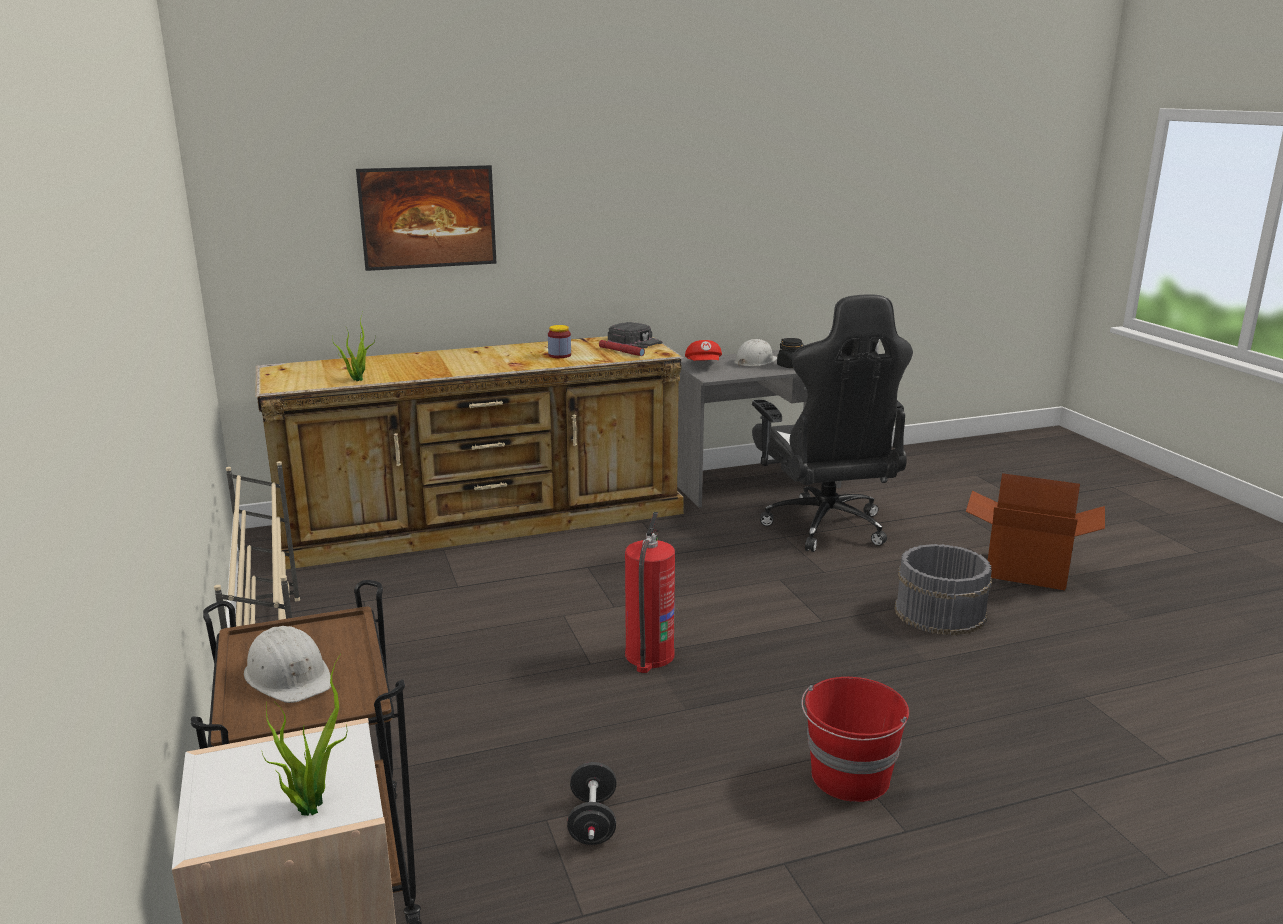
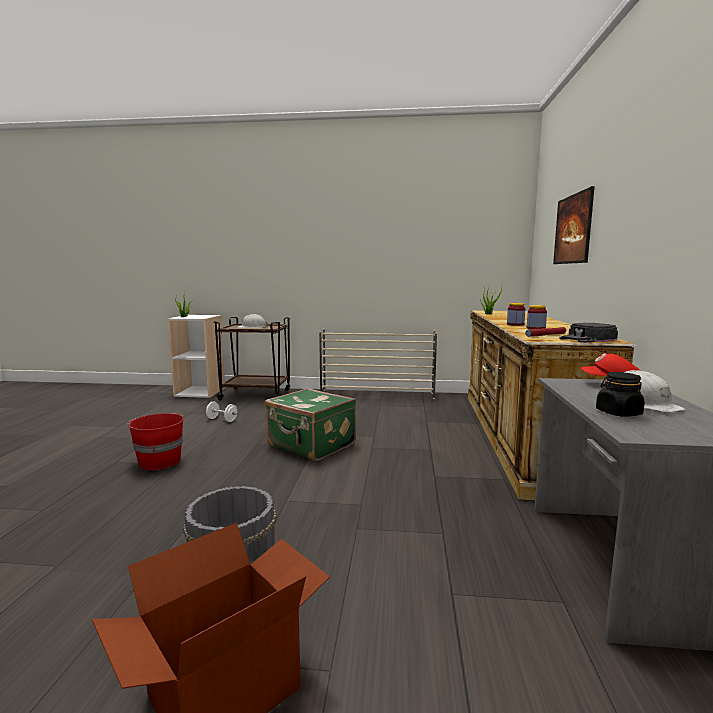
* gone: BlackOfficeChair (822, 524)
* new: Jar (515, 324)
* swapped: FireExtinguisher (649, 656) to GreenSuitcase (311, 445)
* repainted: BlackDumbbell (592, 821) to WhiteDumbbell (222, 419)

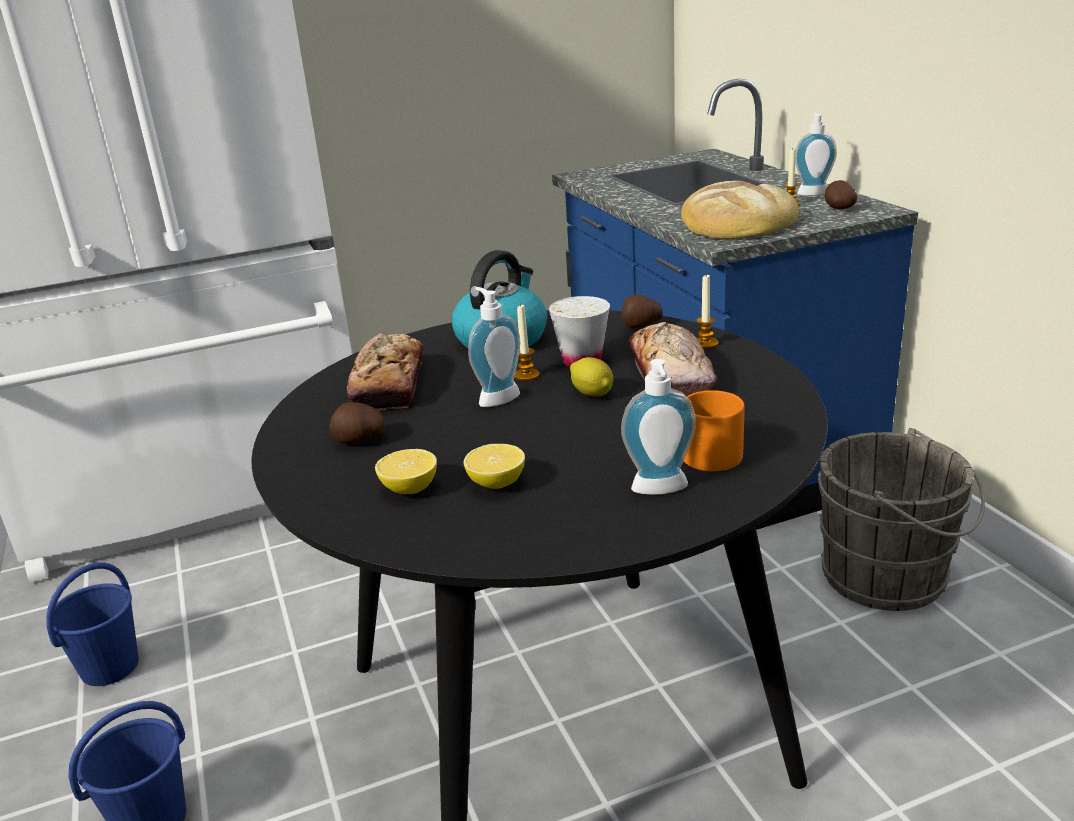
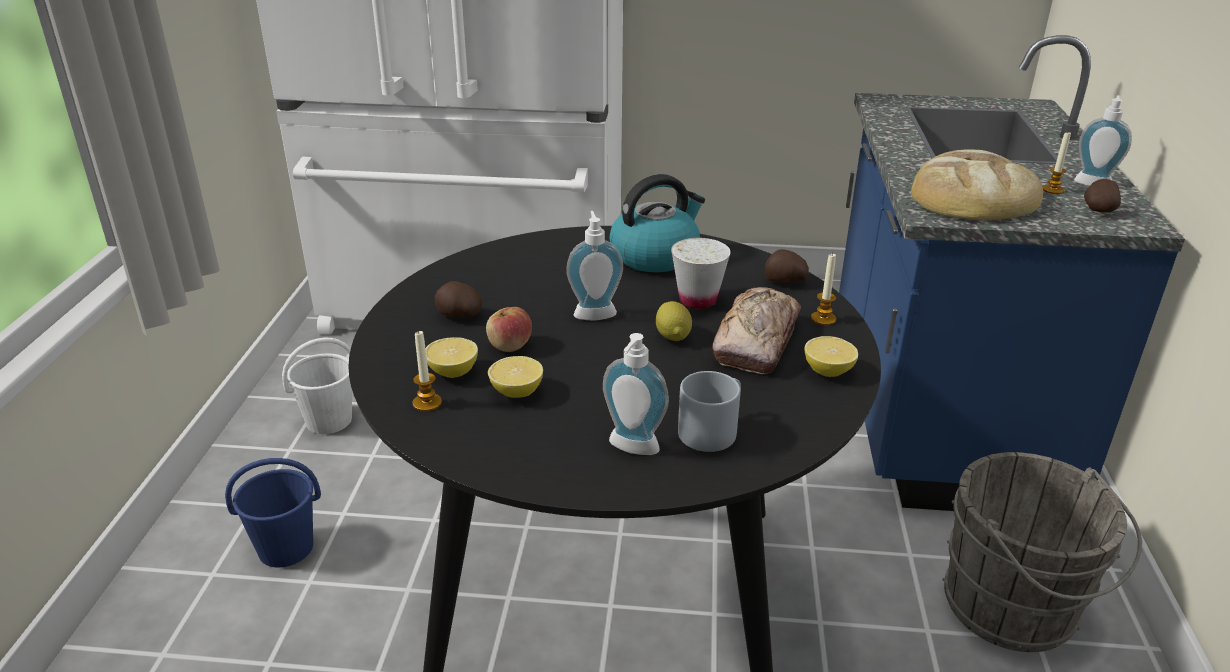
* gone: Bread (389, 385)
* new: Apple (509, 346)
* new: Lemon (828, 371)
* shifted: Candle (526, 375) to (427, 403)
* repainted: BlueBucket (111, 666) to WhiteBucket (330, 420)
* repainted: OrangeMug (711, 451) to GreyMug (712, 428)

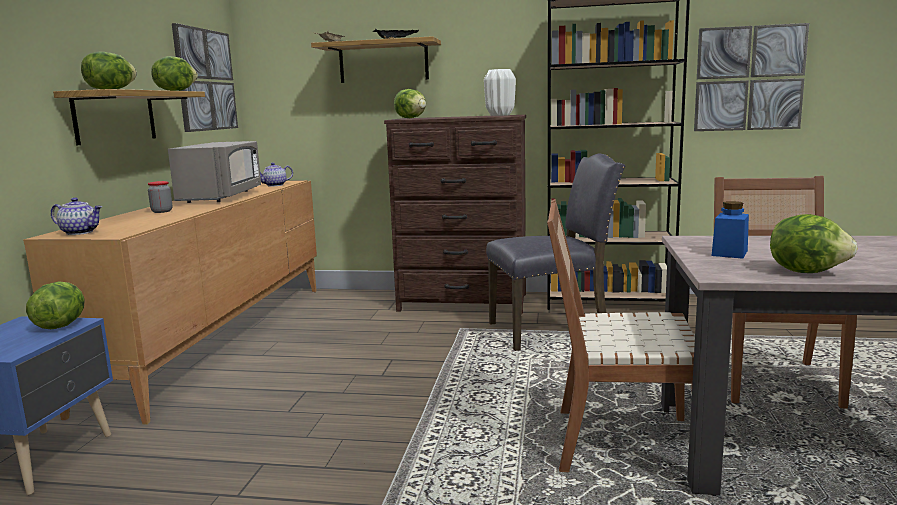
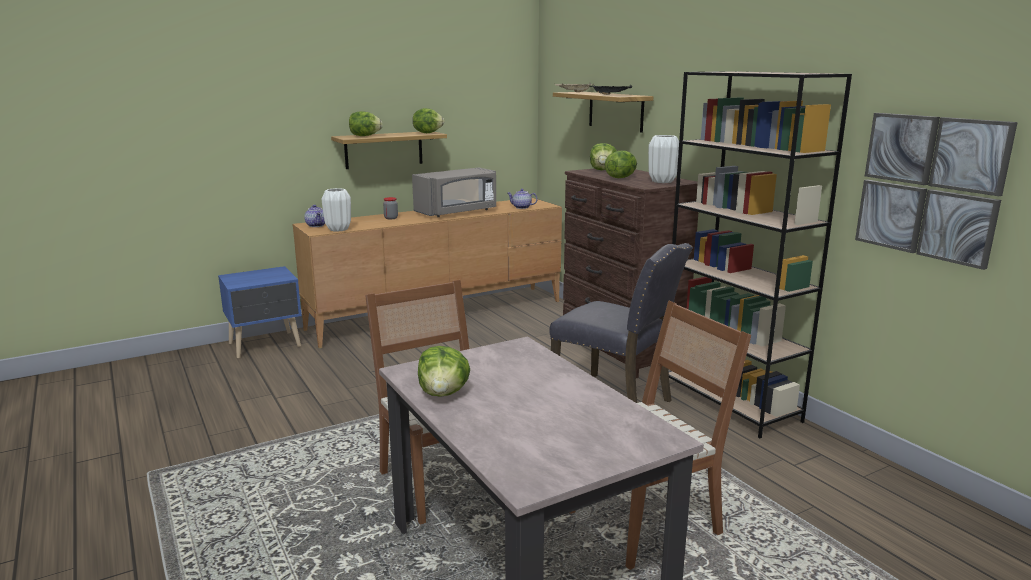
* gone: Picture (205, 80)
* gone: BlueJar (729, 253)
* new: WhiteVase (338, 229)
* shifted: Lettuce (61, 325) to (621, 177)

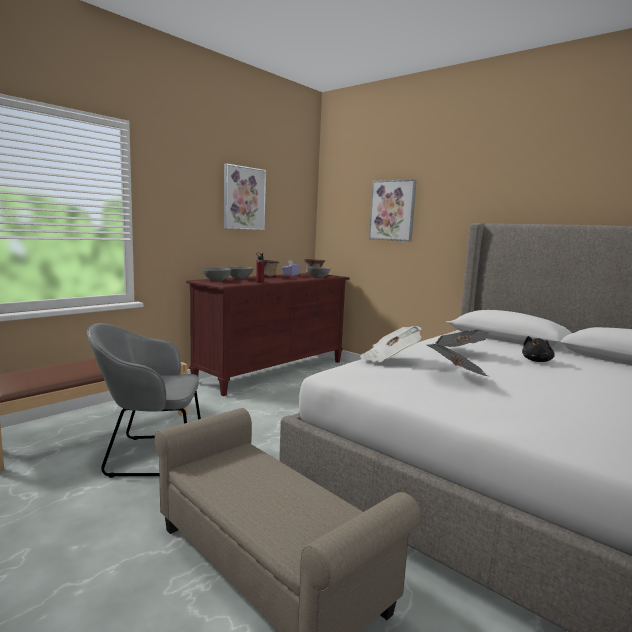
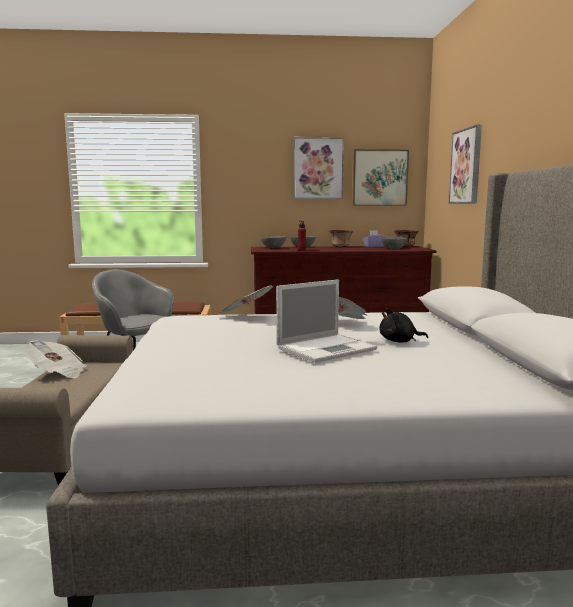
* new: Laptop (327, 348)
* new: Picture (379, 178)
* shifted: Newspaper (457, 377) to (58, 373)

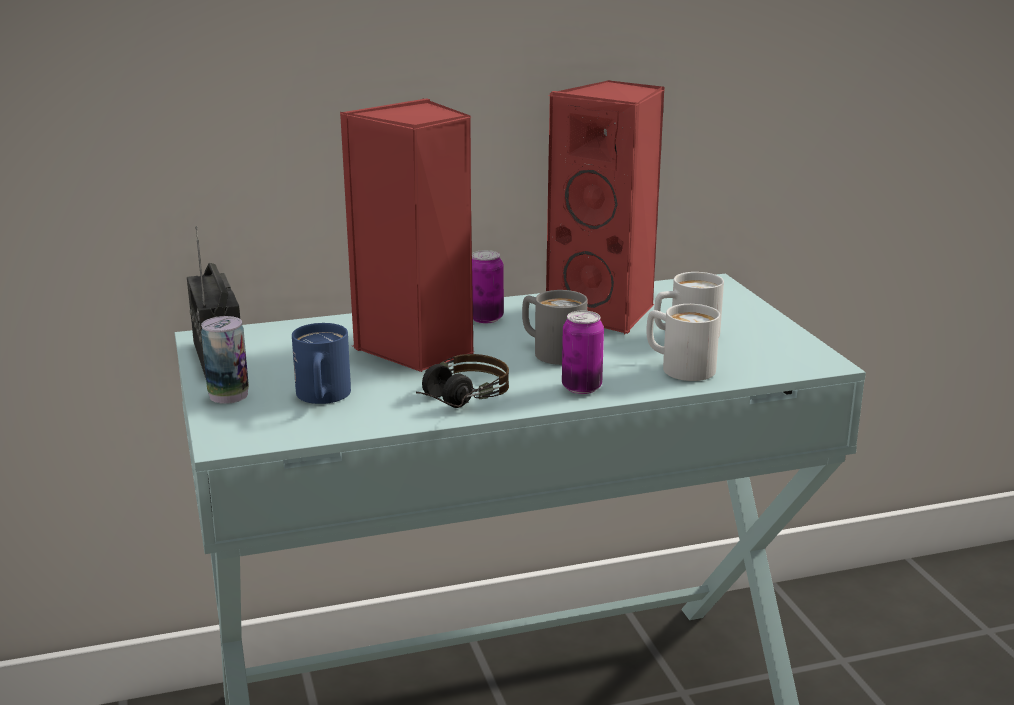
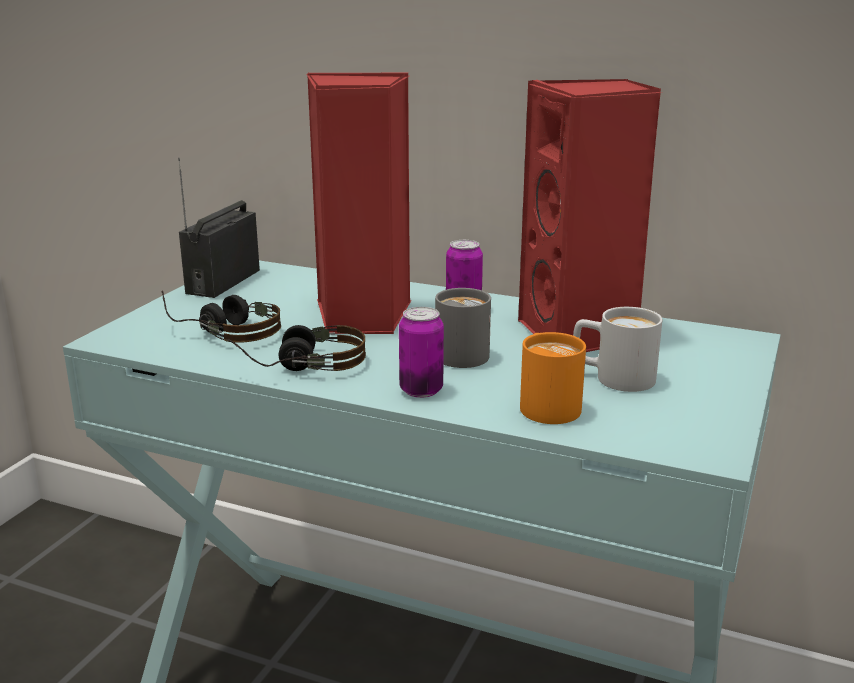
* gone: Can (228, 395)
* swapped: BlueMug (322, 398) to Headphones (223, 330)
* repainted: WhiteMug (678, 367) to OrangeMug (545, 404)

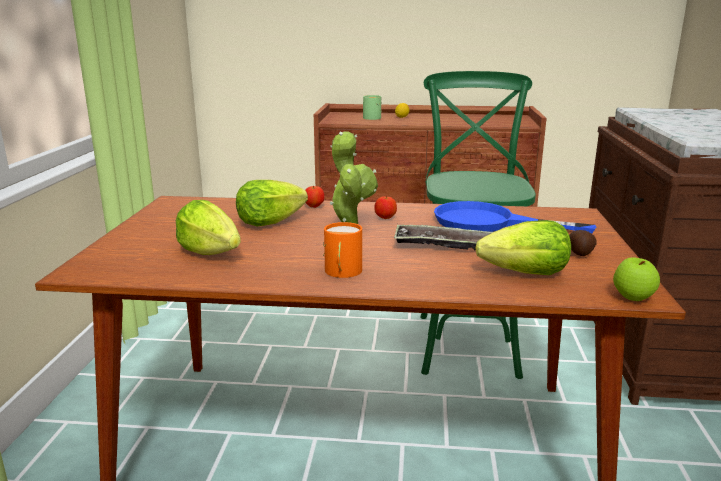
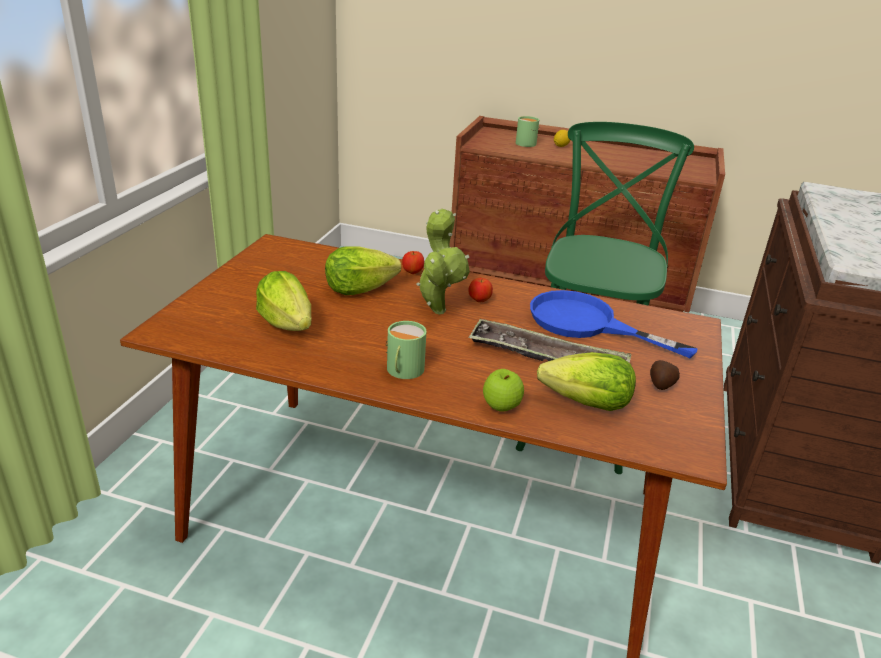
* shifted: Apple (633, 298) to (501, 406)
* repainted: OrangeMug (342, 272) to GreenMug (403, 370)

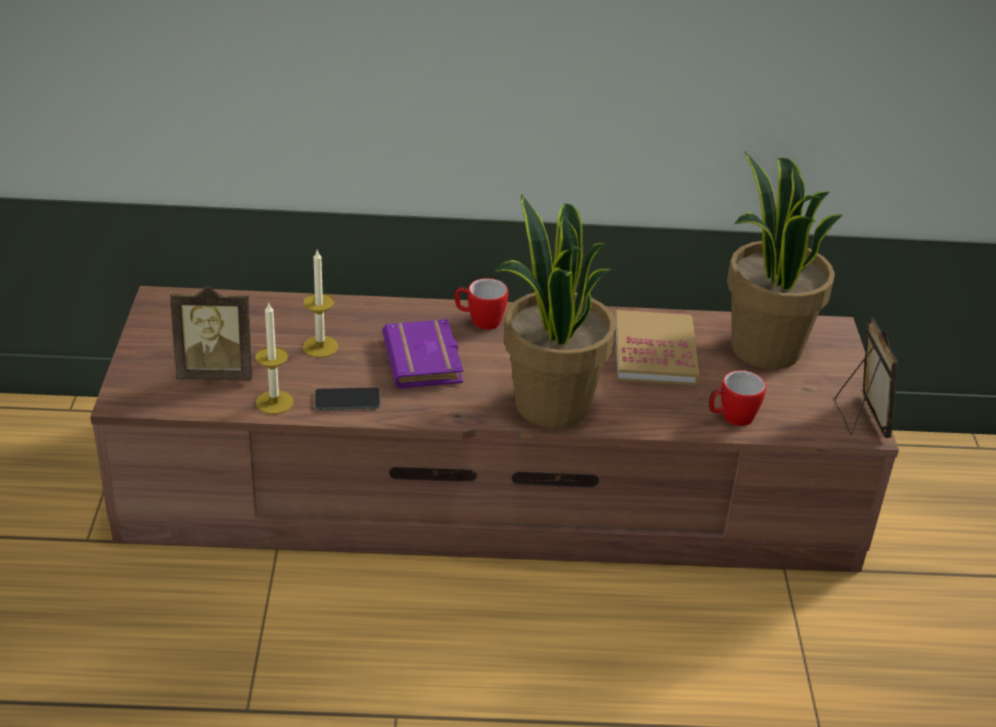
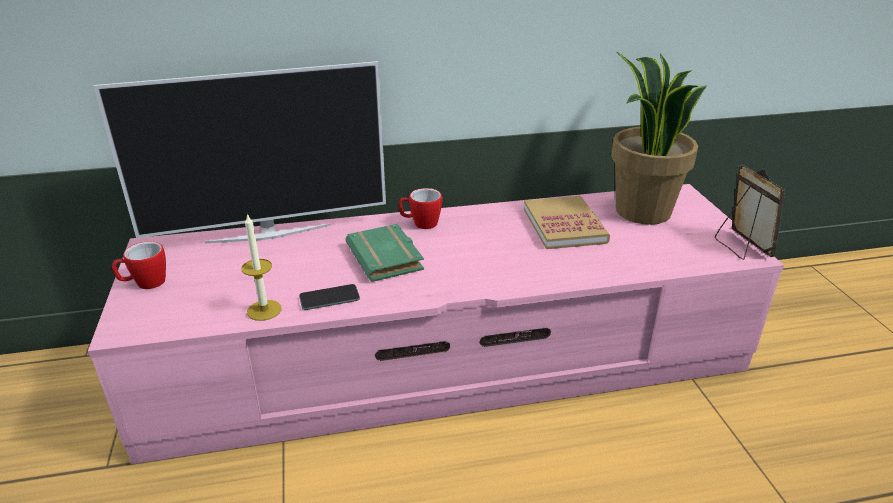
* gone: PictureFrame (216, 372)
* gone: Candle (320, 346)
* gone: PottedPlant (550, 405)
* new: Television (268, 233)
* shifted: Mug (731, 418) to (145, 283)
* repainted: BrownTvStand (492, 486) to PinkTvStand (448, 355)
* repainted: PurpleBook (426, 361) to GreenBook (387, 258)

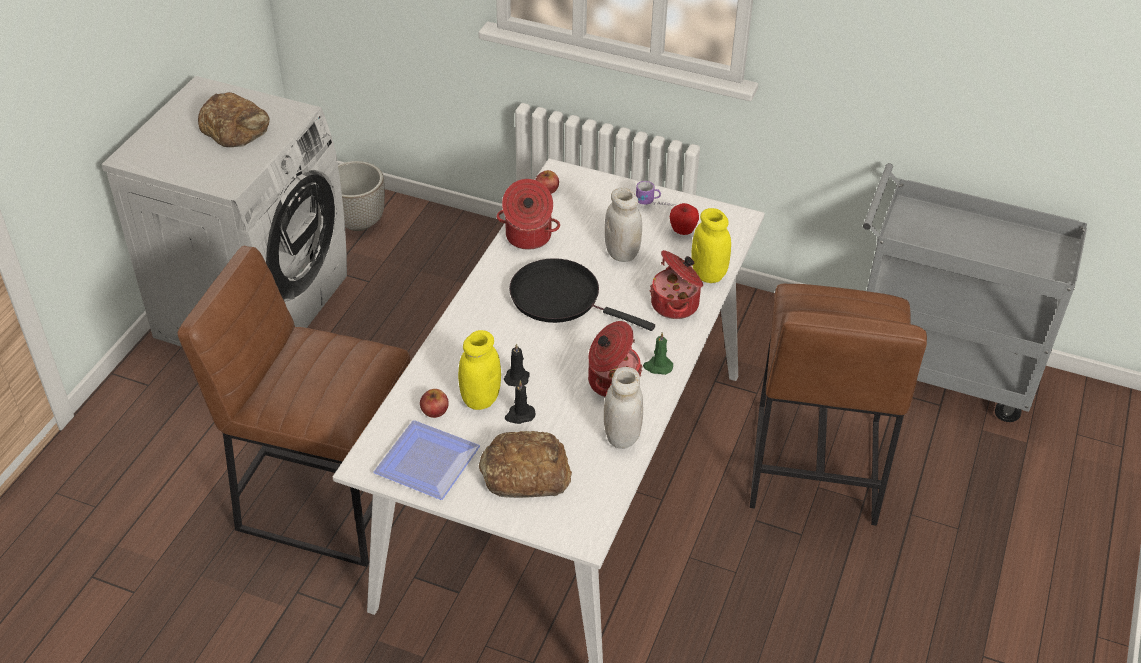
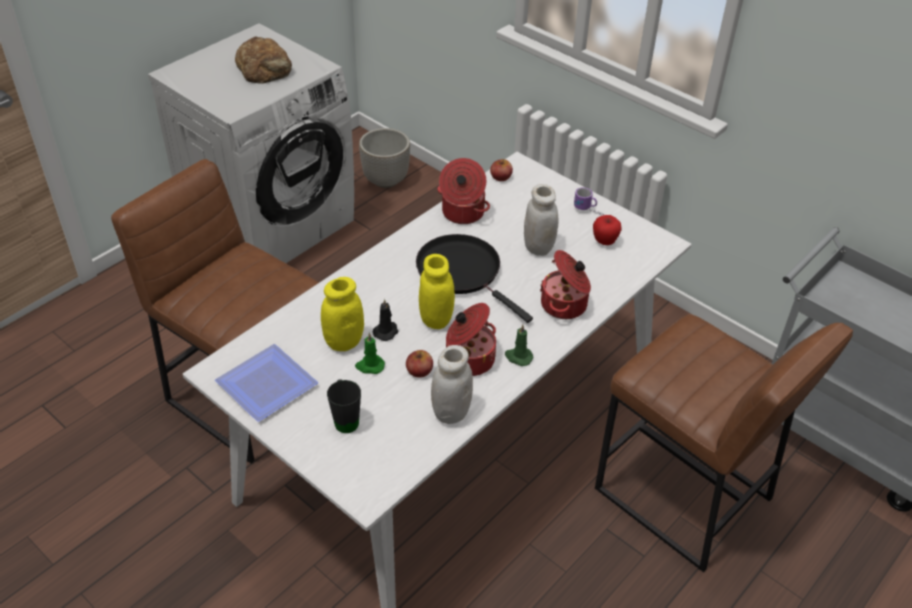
* shifted: Apple (434, 410) to (419, 370)
* shifted: YellowJar (708, 274) to (436, 319)
* swapped: Bread (524, 472) to BlackMug (345, 418)
* repainted: BlackCandle (519, 415) to GreenCandle (369, 366)
* rotated: BrownChair (815, 466) = (685, 495) 75 degrees counterclockwise

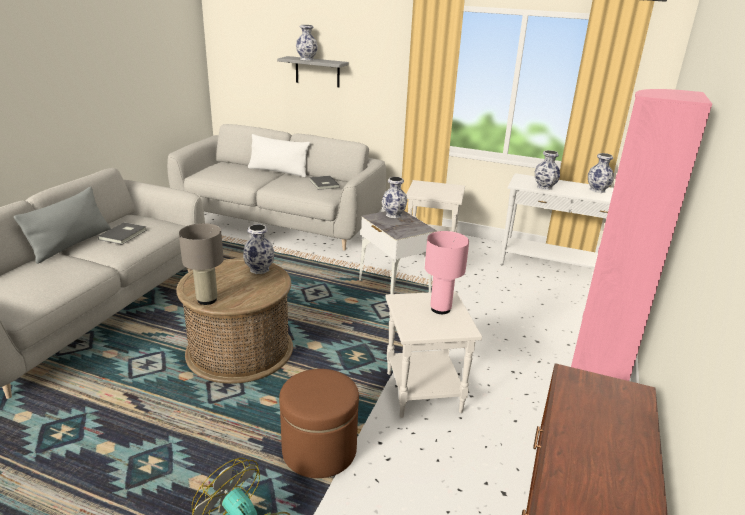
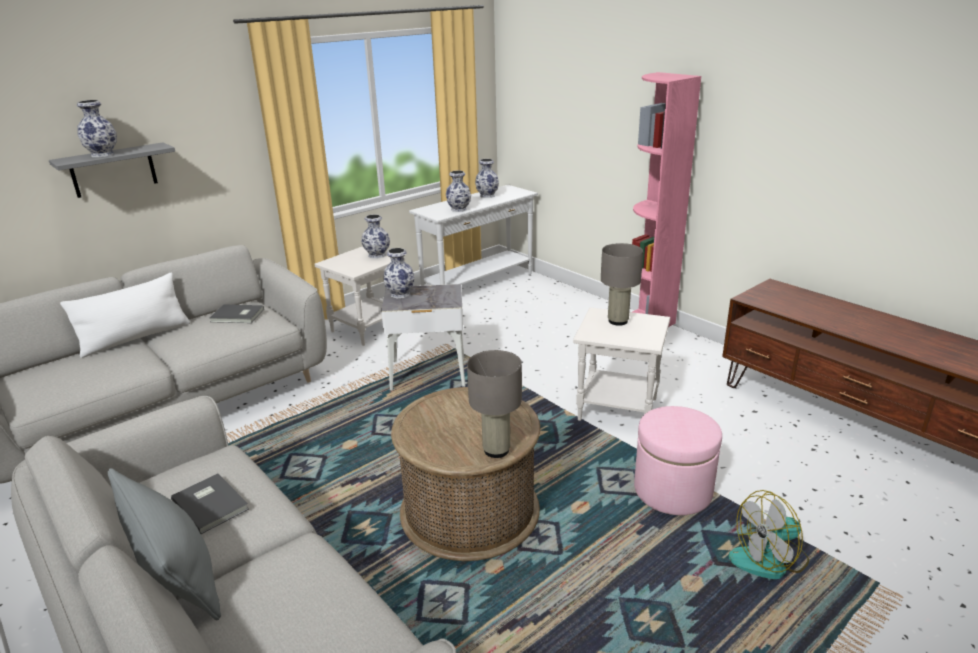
* shifted: Vase (260, 269) to (377, 255)
* repainted: BrownOttoman (319, 450) to PinkOttoman (672, 490)
* repainted: PinkTableLamp (440, 309) to GreyTableLamp (618, 321)

